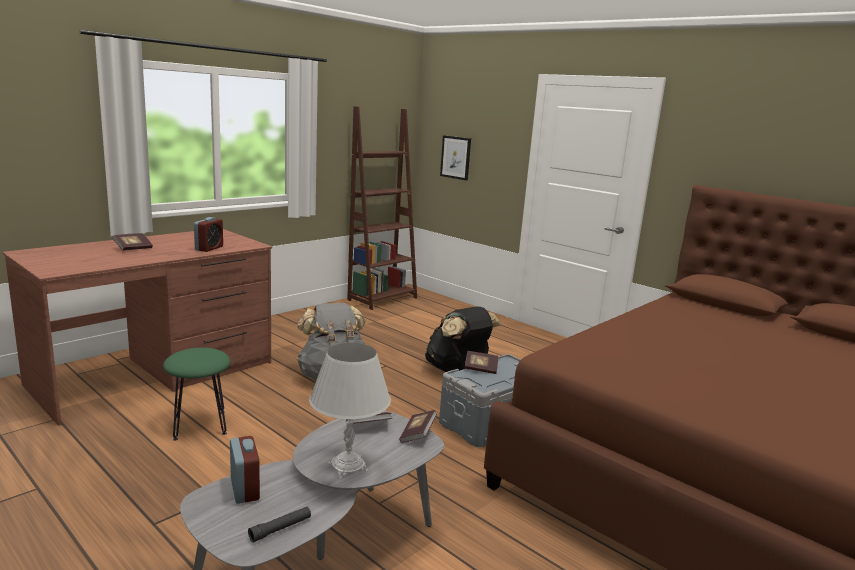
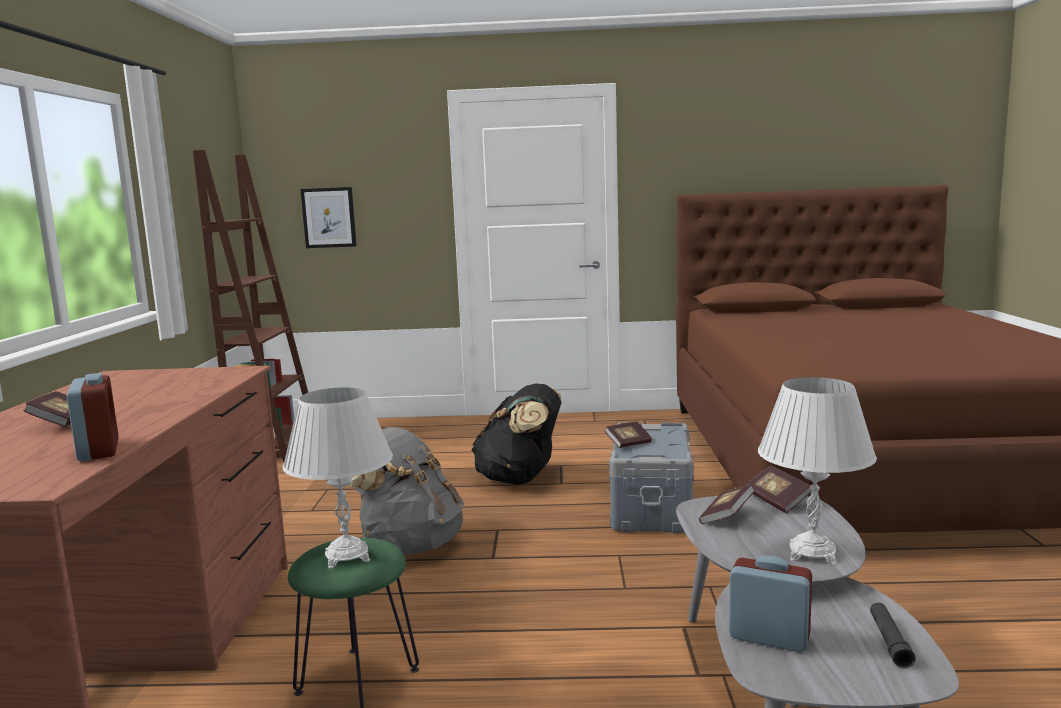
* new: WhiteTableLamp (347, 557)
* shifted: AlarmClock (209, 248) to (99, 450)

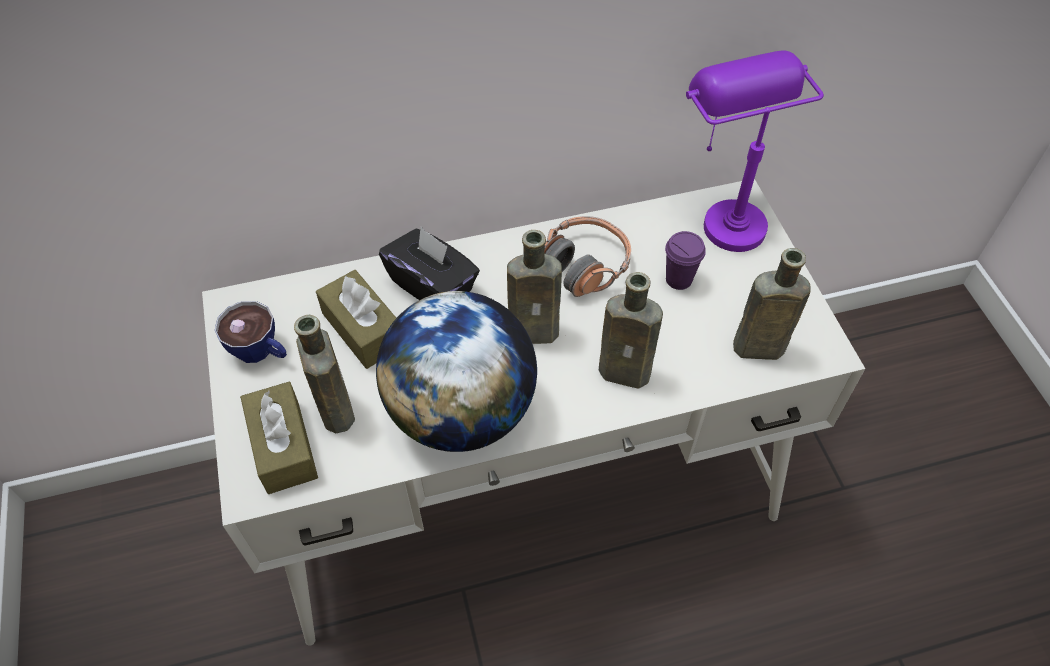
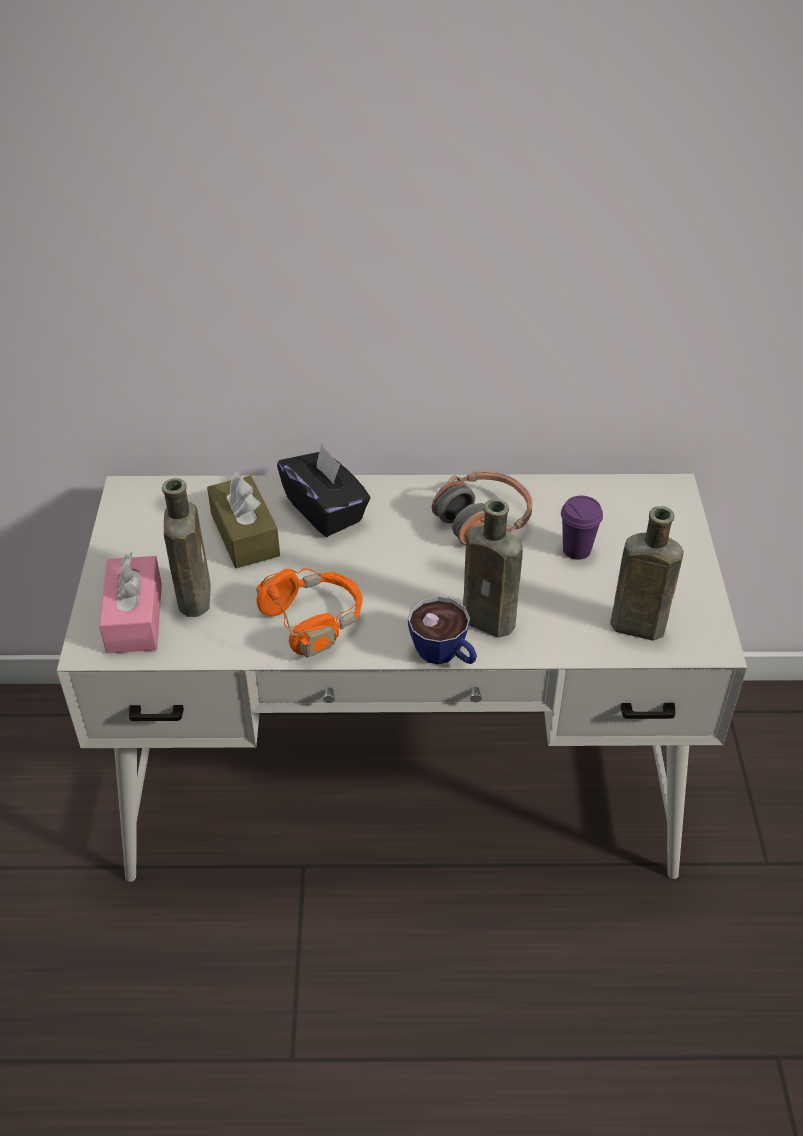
* gone: BrownBottle (537, 331)
* gone: PurpleTableLamp (722, 213)
* shifted: Cup (261, 352) to (445, 655)
* swapped: Globe (461, 411) to OrangeHeadphones (313, 622)
* repainted: BrownTissueBox (283, 447) to PinkTissueBox (134, 617)

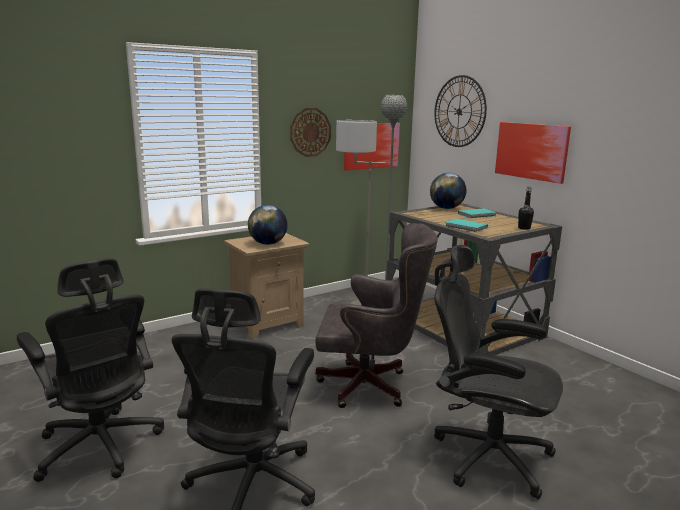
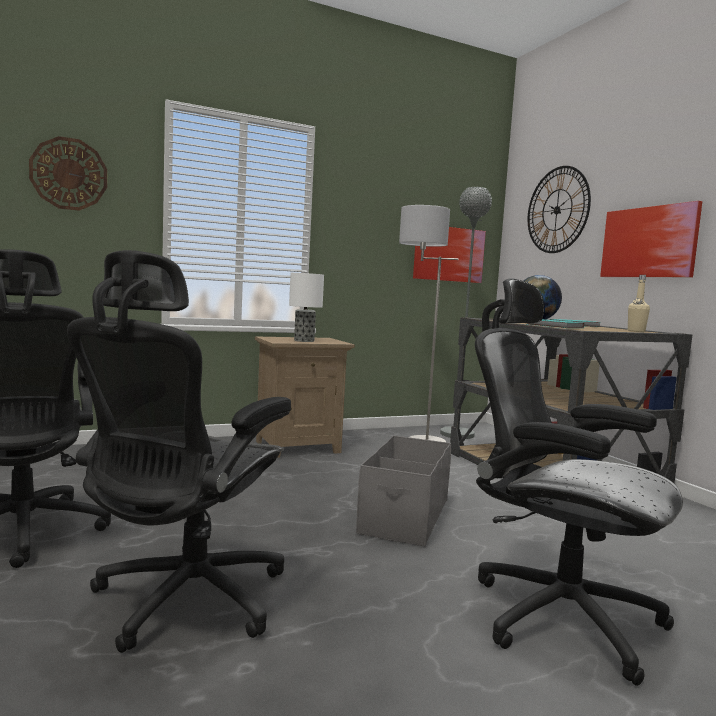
* shifted: WallClock (310, 132) to (69, 174)
* swapped: Globe (268, 244) to TableLamp (303, 341)
* swapped: GreyOfficeChair (370, 386) to GreyStorageBox (404, 516)
* repainted: BlackBottle (524, 228) to BeigeBottle (636, 331)

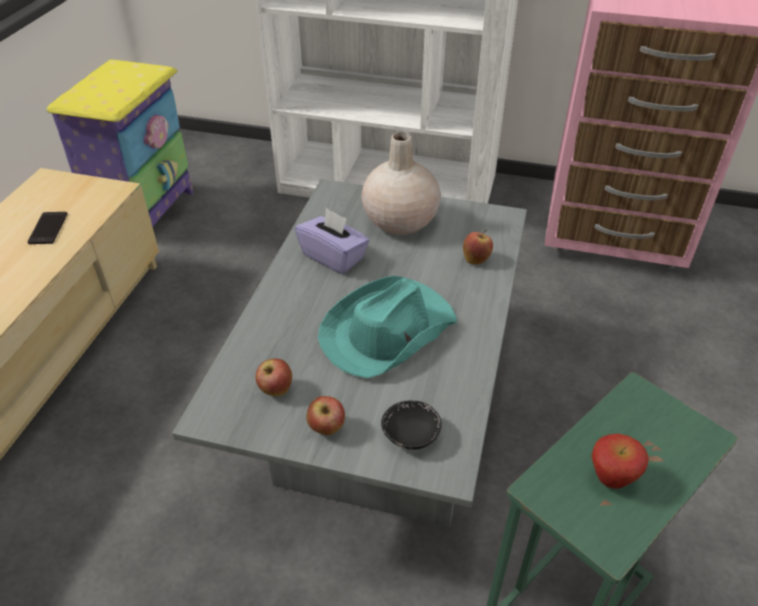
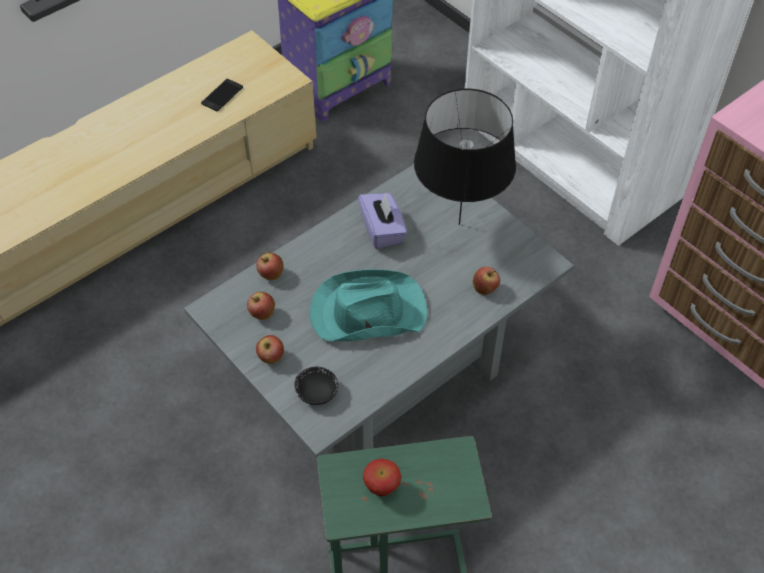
* new: Apple (271, 275)
* swapped: BeigeVase (399, 221) to BlackTableLamp (458, 224)

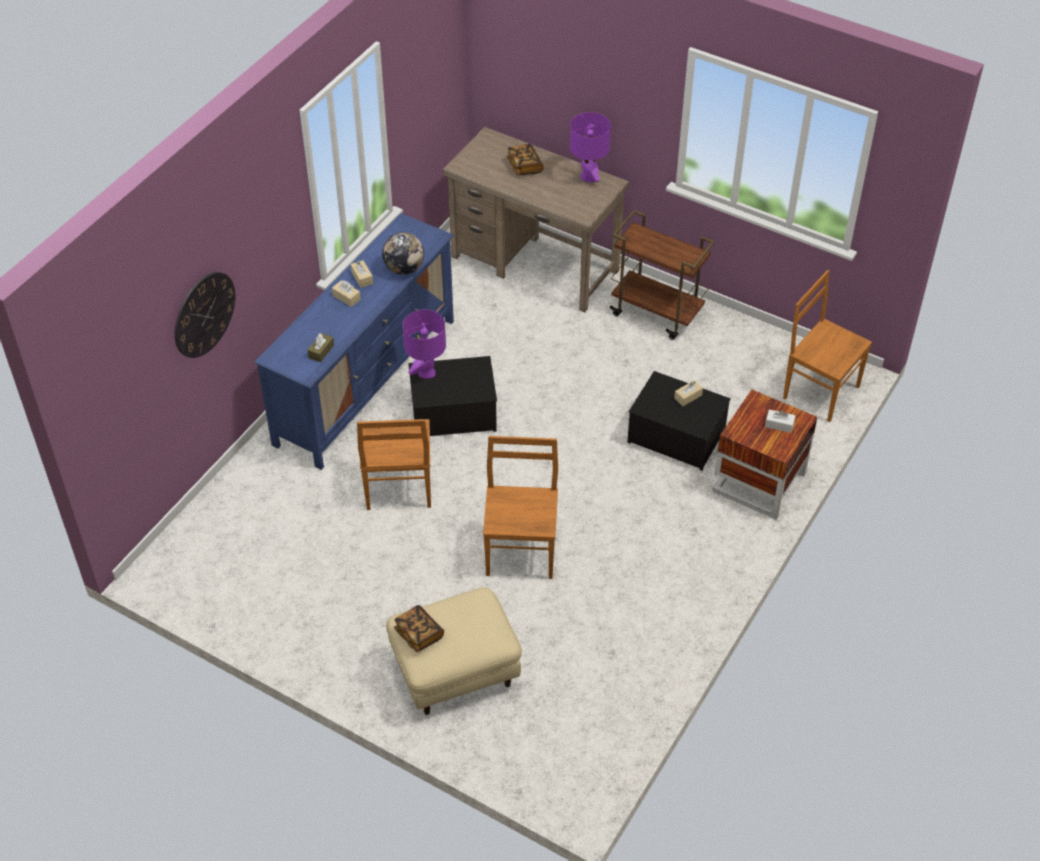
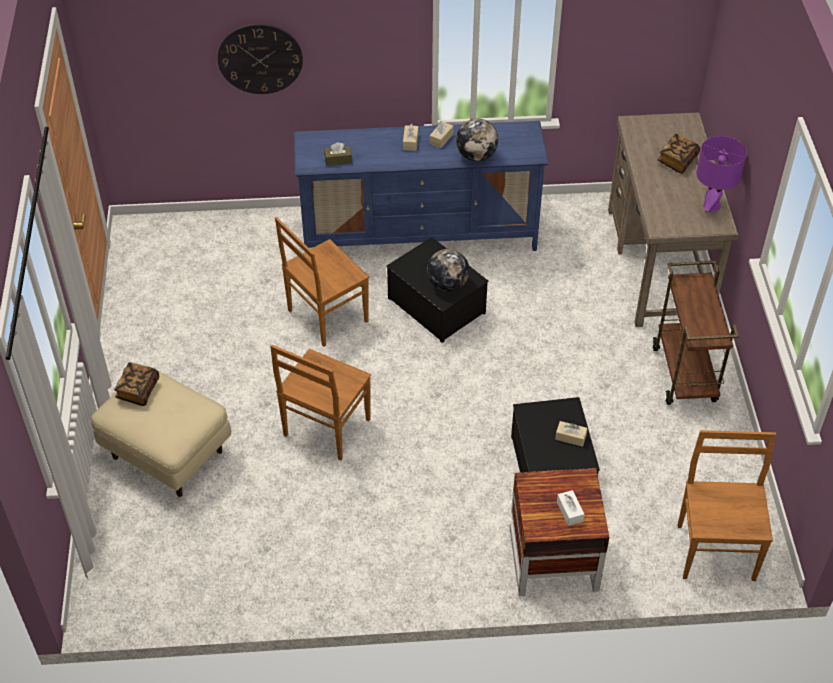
* gone: PurpleTableLamp (426, 373)
* new: Globe (447, 285)
* rotated: BrownChair (521, 551) = (325, 429) 150 degrees clockwise

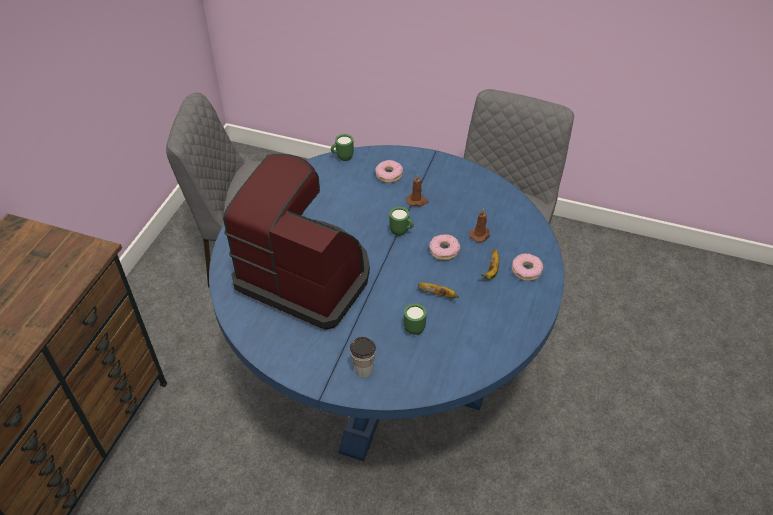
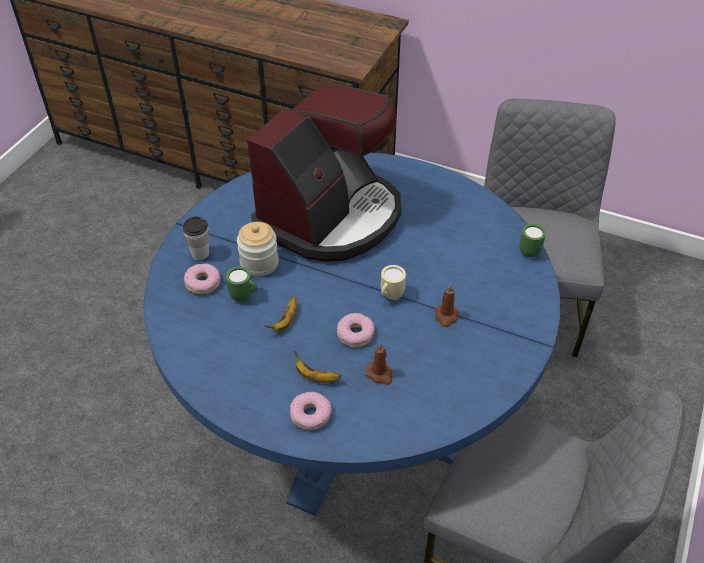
* new: Jar (259, 263)
* shifted: Donut (389, 175) to (202, 283)
* repainted: GreenMug (401, 232) to BeigeMug (390, 296)

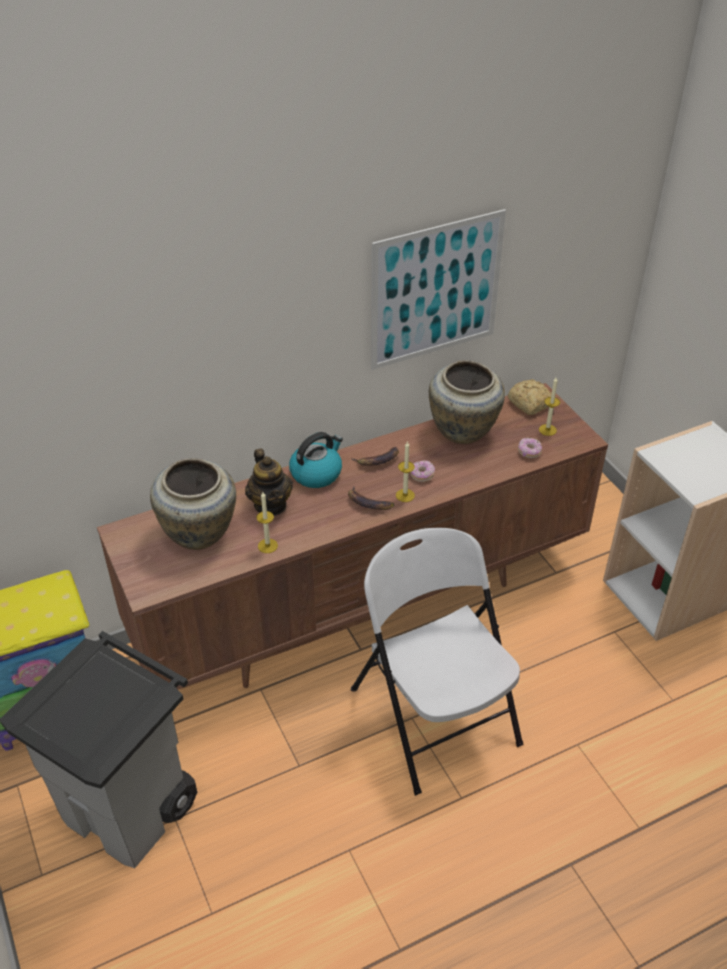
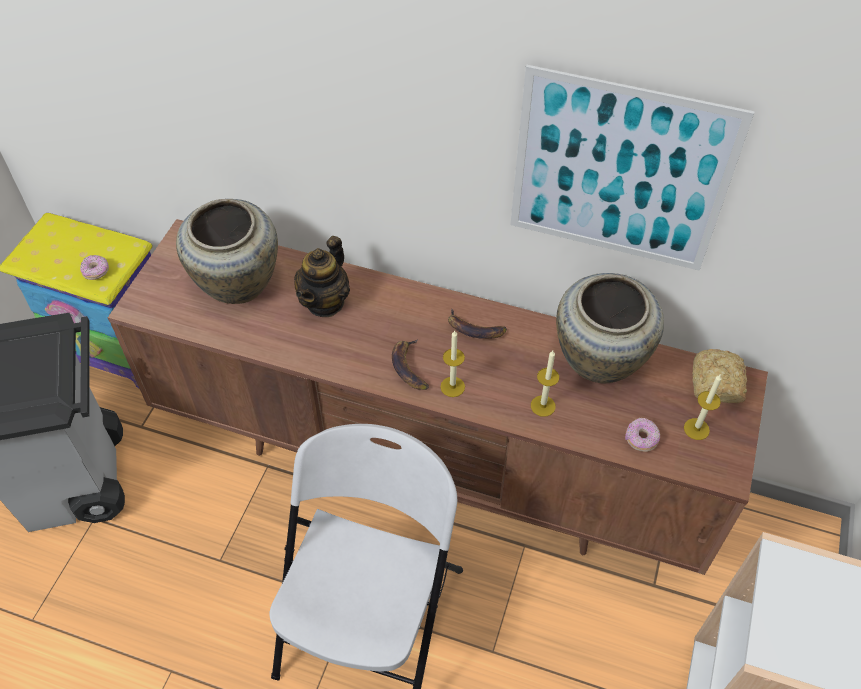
* gone: Kettle (316, 473)
* shifted: Candle (267, 546) to (543, 406)
* shifted: Donut (422, 475) to (96, 271)

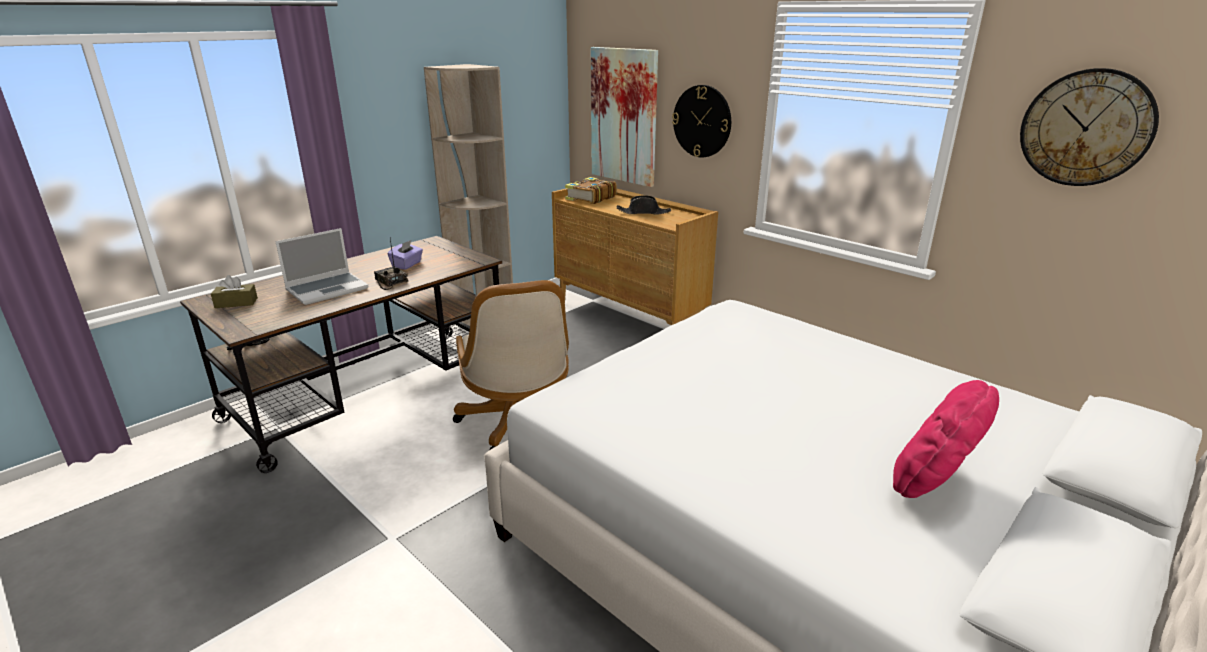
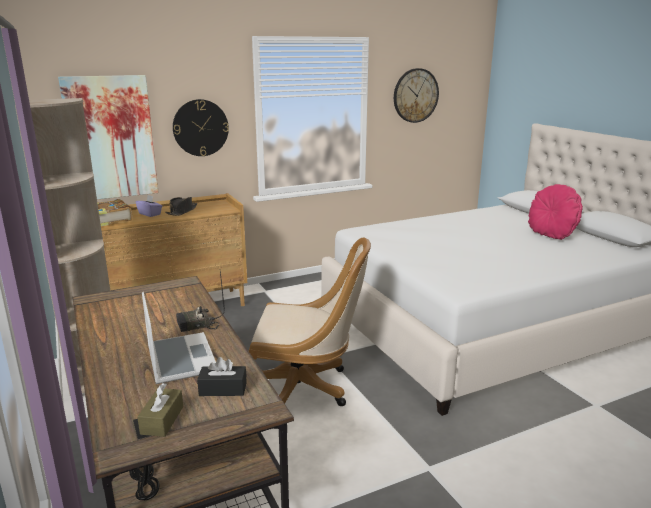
* new: BlackTissueBox (223, 389)
* shifted: PurpleTissueBox (407, 265) to (150, 214)

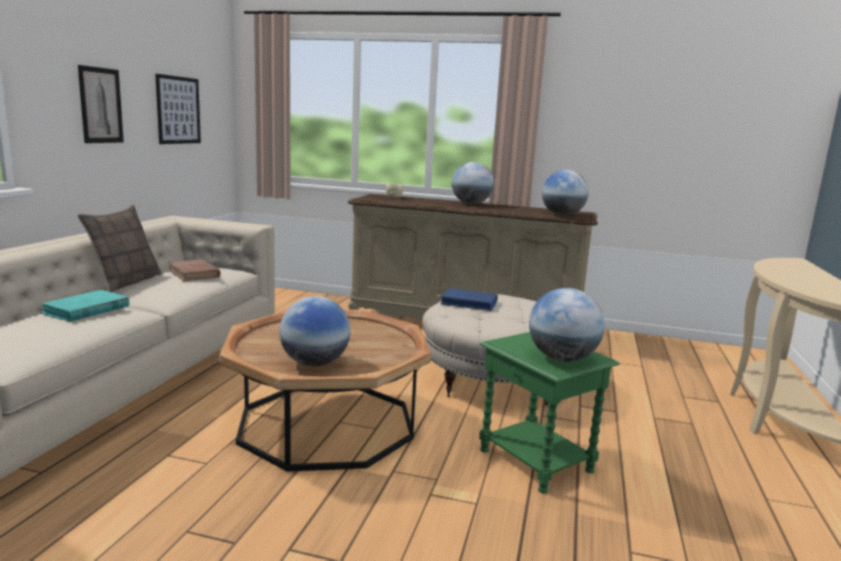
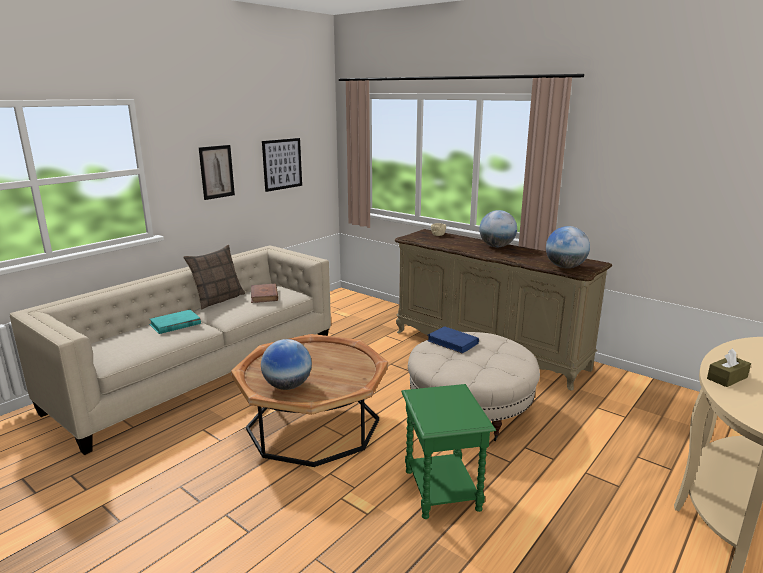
* gone: Globe (562, 359)
* new: BrownTissueBox (727, 378)

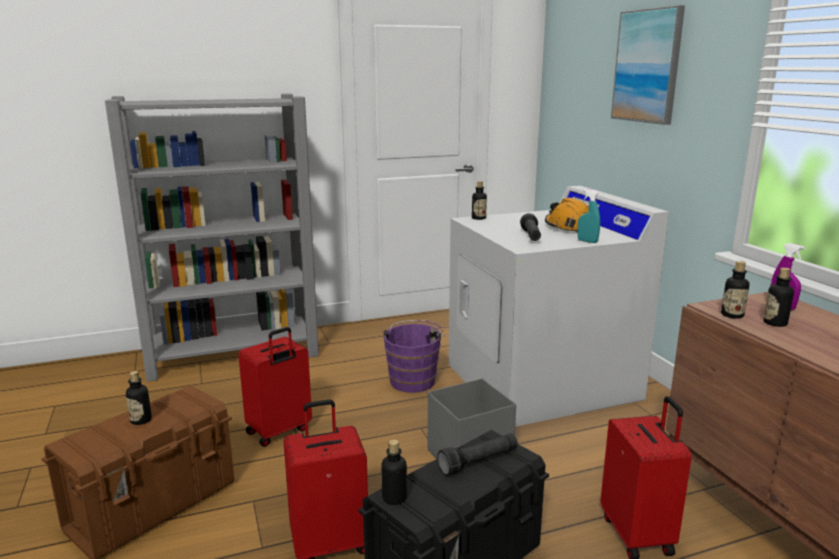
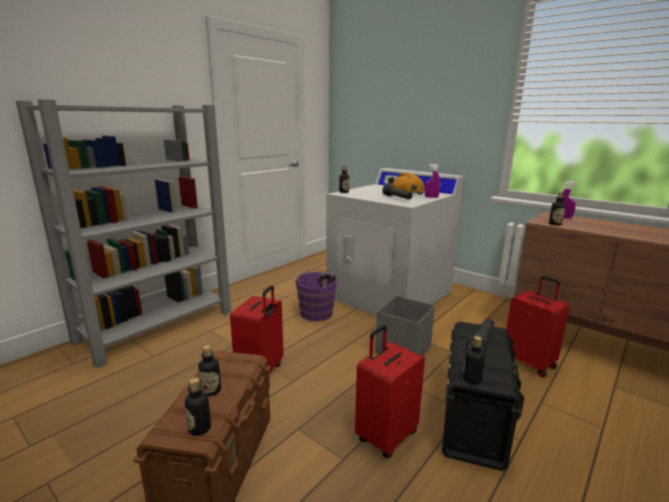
* gone: Picture (647, 66)
* shifted: Bottle (775, 323) to (199, 428)
* repainted: TurquoiseSprayBottle (587, 241) to PurpleSprayBottle (431, 197)

